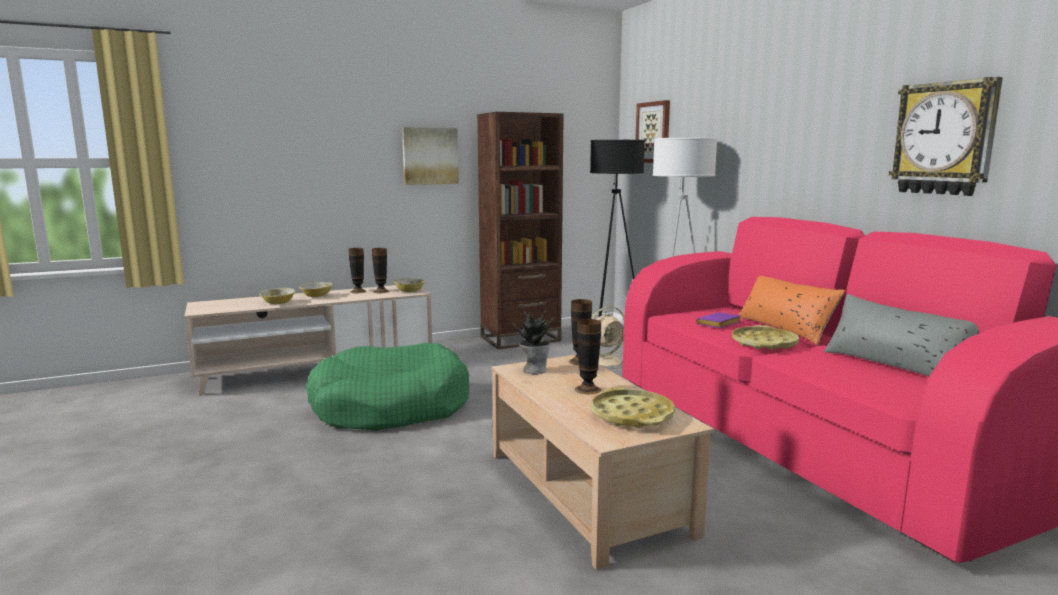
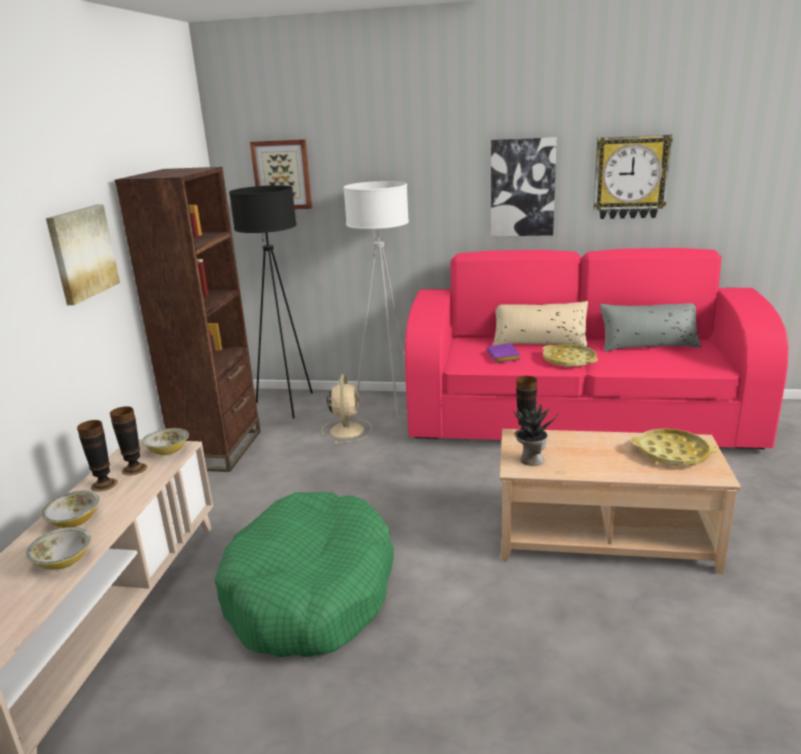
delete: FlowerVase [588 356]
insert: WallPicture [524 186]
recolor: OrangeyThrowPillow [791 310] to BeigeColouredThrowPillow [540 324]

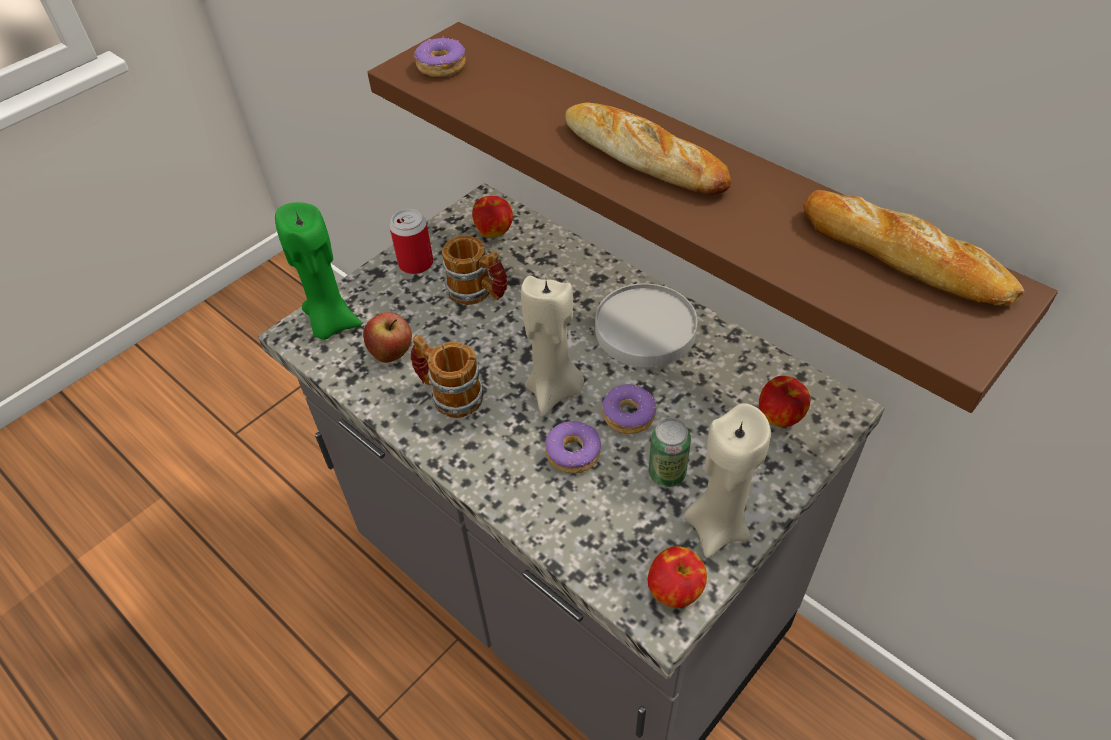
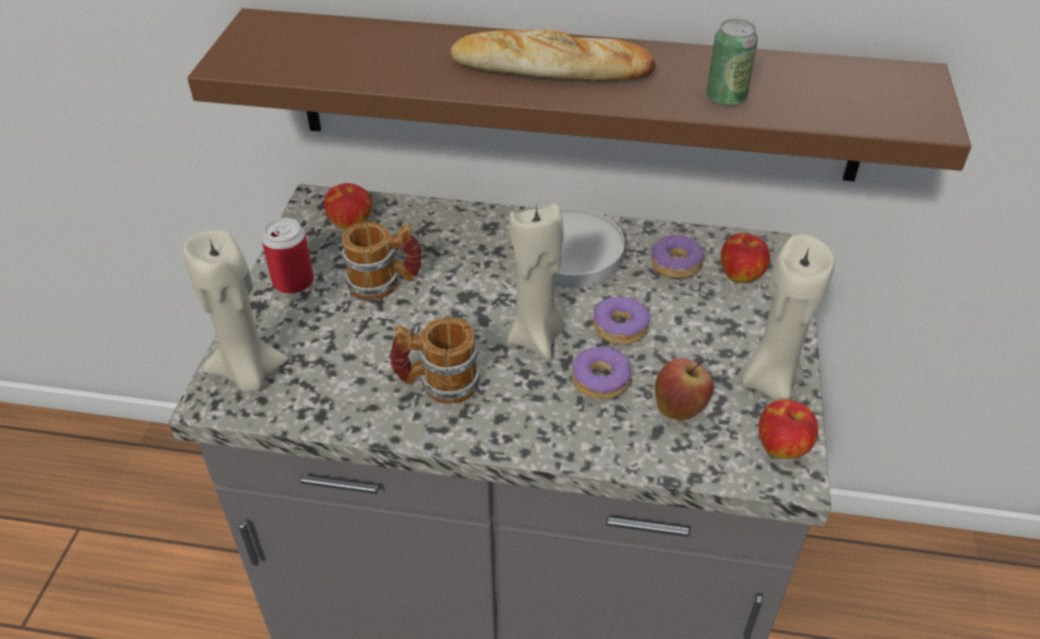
delete: BakedBread [913 248]
move: WholeApple [387 337] to [684 389]; Doughnut [440 56] to [677 256]; SealedCan [669 452] to [732 62]
recolor: GreenColouredWaxCandle [318 271] to BeigeColouredWaxCandle [236 311]

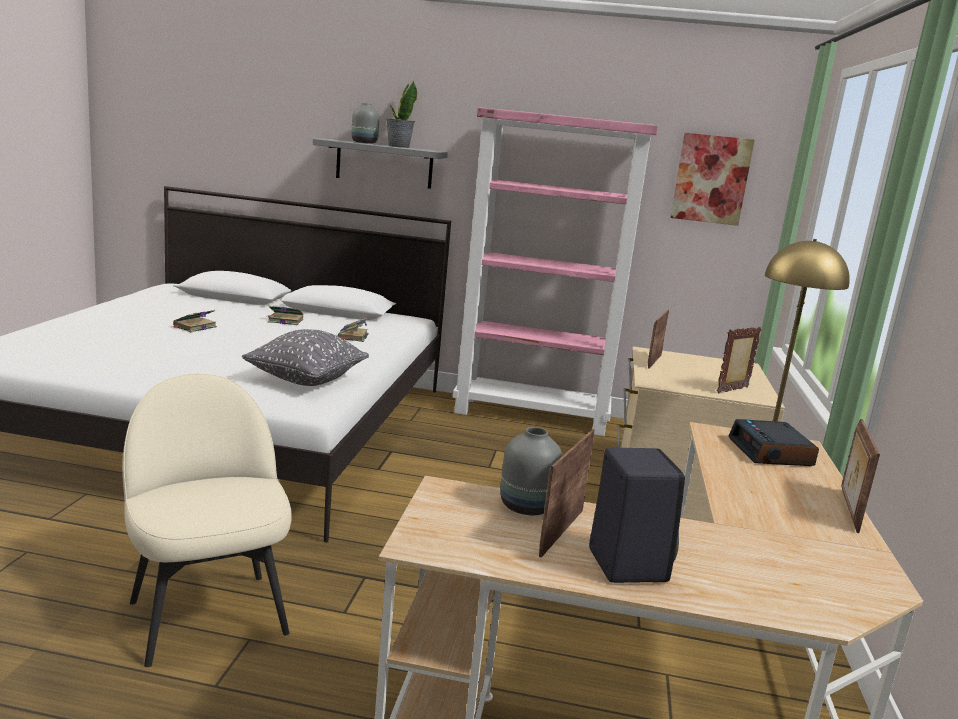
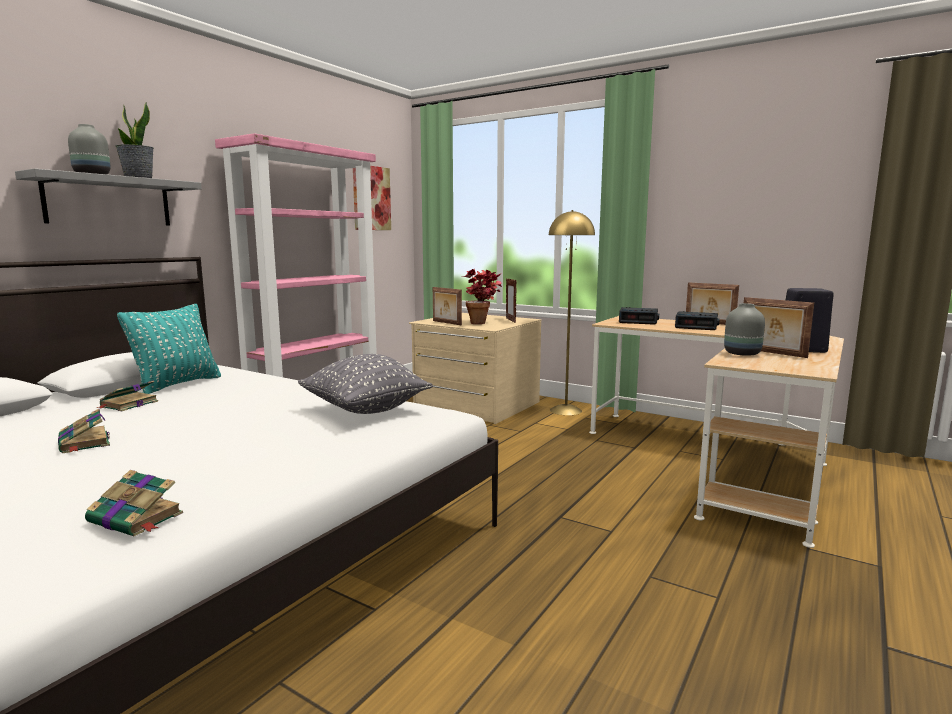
delete: BeigeColouredChair [207 520]
insert: TurquoiseThrowPillow [169 349]; PottedPlant [482 296]; TableClock [697 320]
move: Book [353 330] to [134 503]

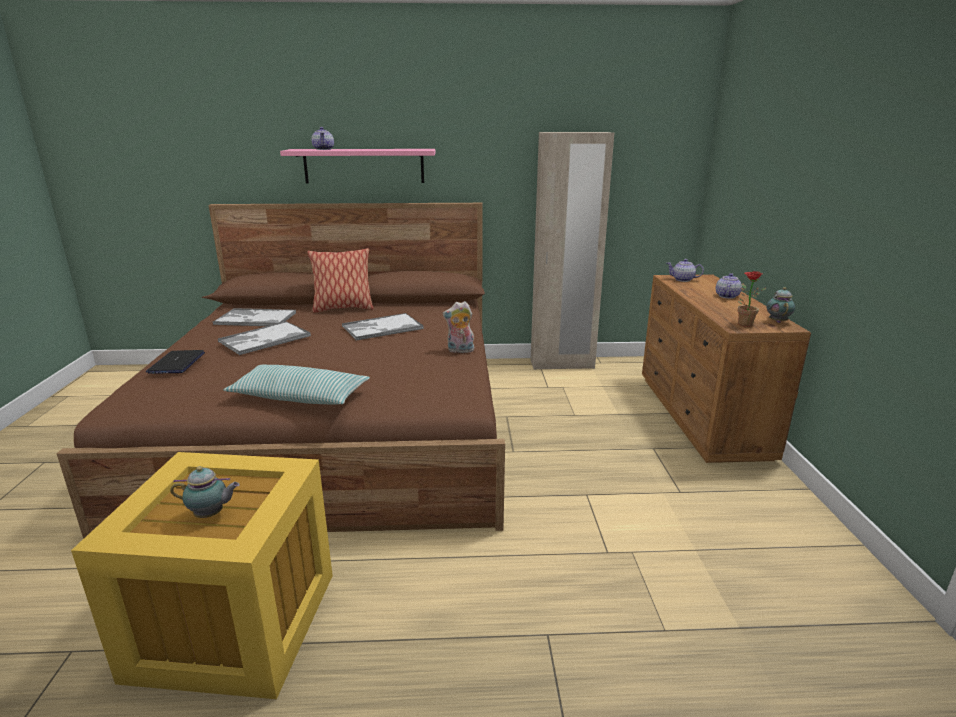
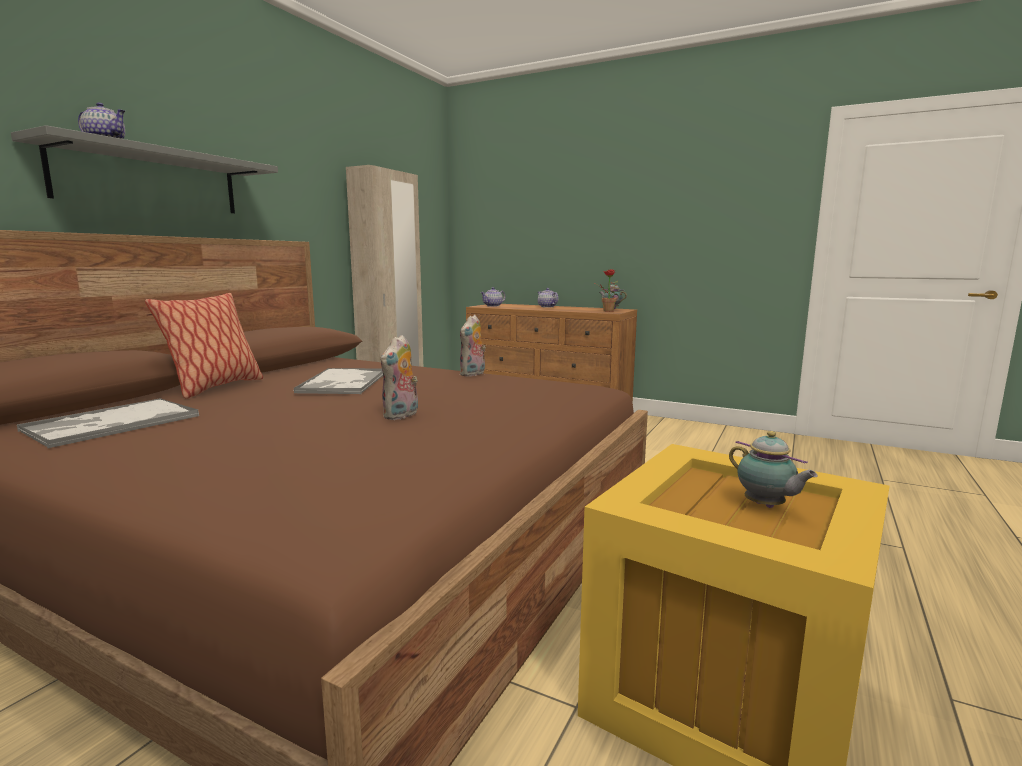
delete: PortableComputer [175 362]; CarryingTray [264 338]; ThrowPillow [296 385]
insert: SoftToy [399 377]
recolor: PinkishWallShelf [357 166] to GrayWallShelf [144 169]
rotate: TeaPot [205 492] = [773 469] 120 degrees clockwise

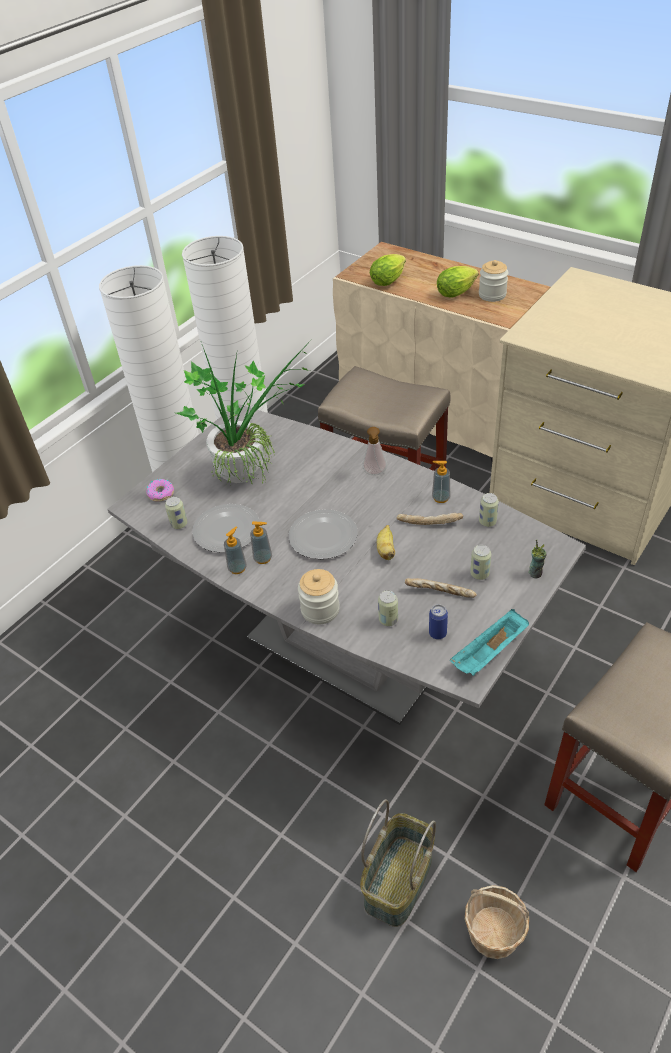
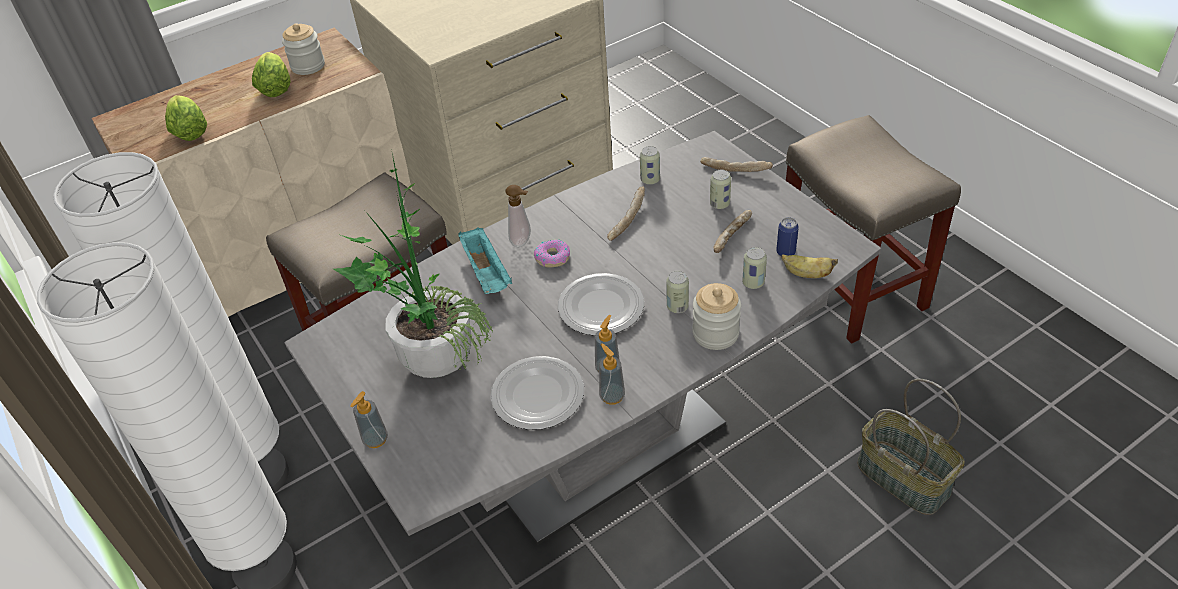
delete: HouseholdBasket [497 922]
move: Doughnut [160 490] to [552 254]; SealedCan [176 512] to [677 292]; Banana [386 542] to [809 266]; SoapDispenser [441 482] to [369 419]; TurquoiseCarryingTray [489 642] to [485 260]
replace: SmallCup [537 558] to BakedBread [736 164]

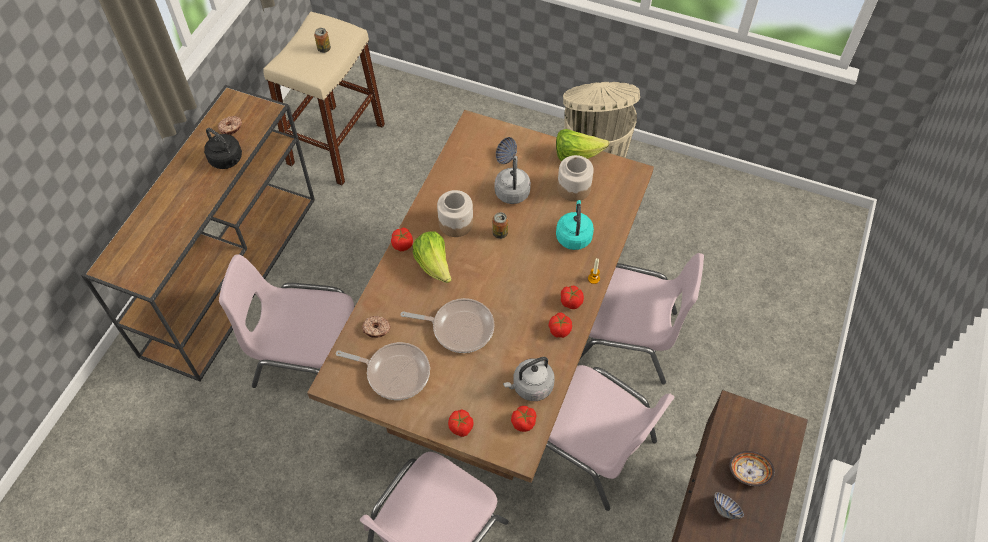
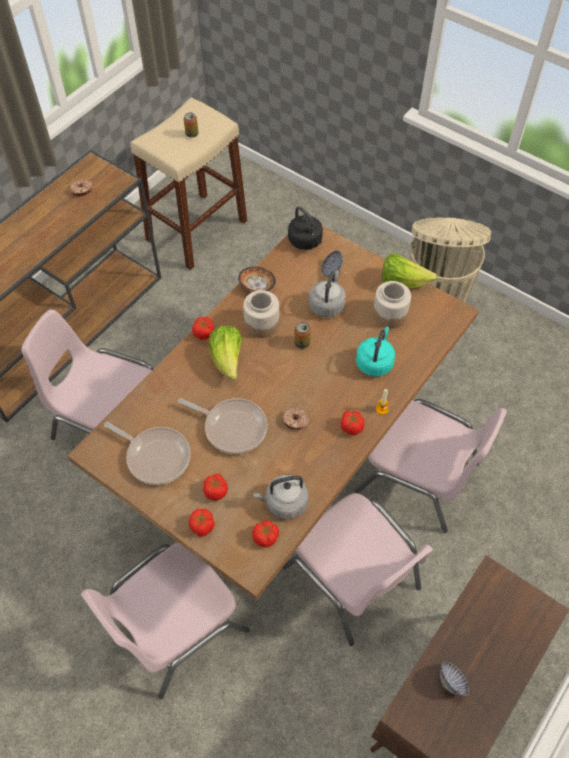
move: BlackColouredWaterKettle [223 148] to [305 228]; Doughnut [376 327] to [296 418]; WholeTomato [560 325] to [215 487]; Bowl [752 468] to [257 279]

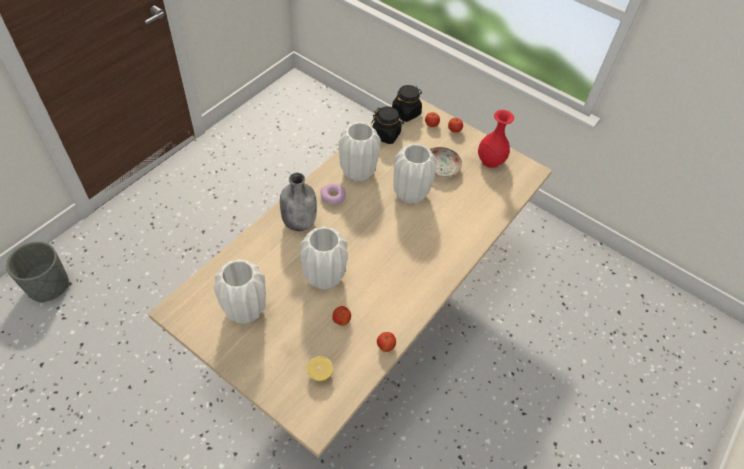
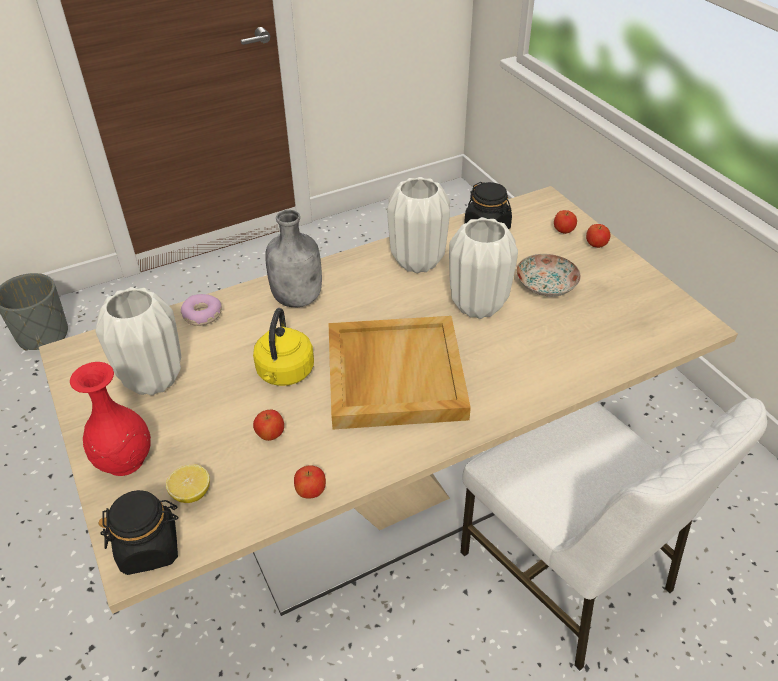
insert: BeigeColouredCarryingTray [399 372]; WhiteChair [613 534]
move: Doughnut [333 194] to [201 310]; BlackColouredJar [407 103] to [138 532]; RedColouredFlowerVase [496 139] to [110 419]
replace: WhiteFlowerVase [324 258] to YellowWaterKettle [283 347]

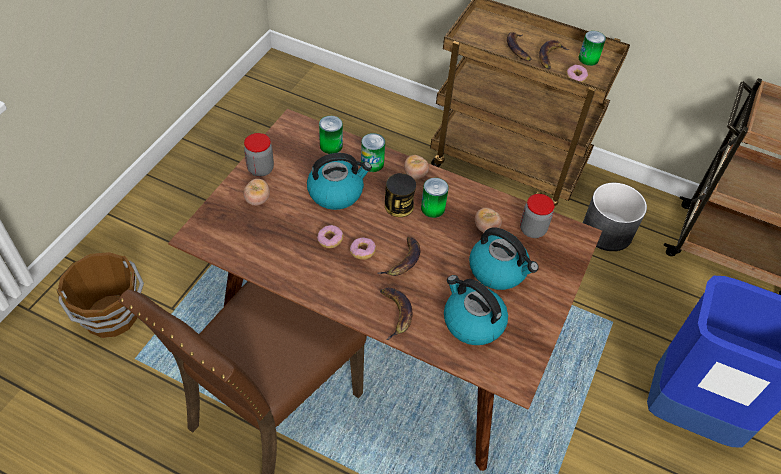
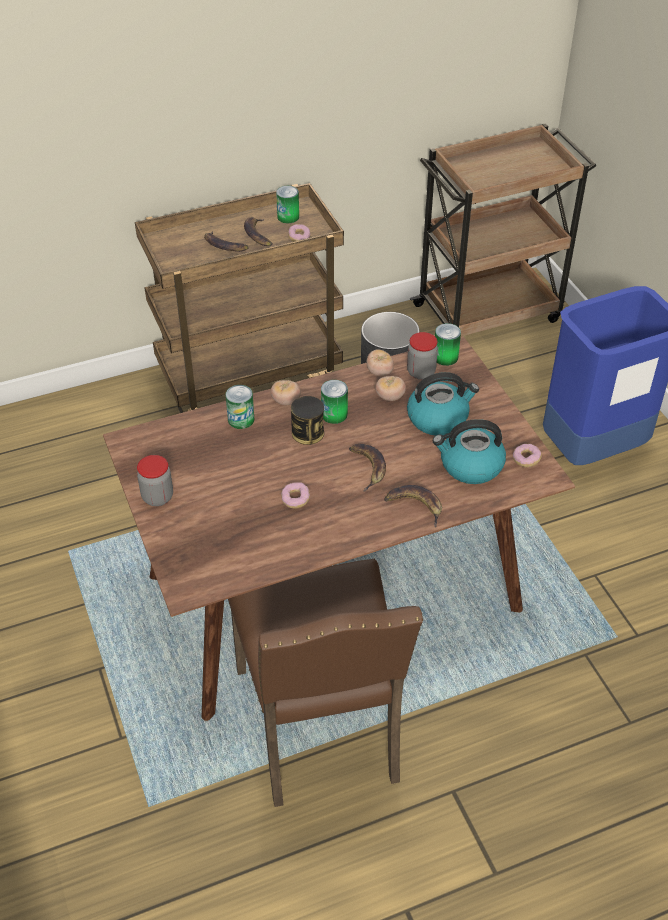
delete: BrownishPail [100 295]; WaterKettle [339 181]
move: WholeTomato [257 192] to [380 363]; SealedCan [331 135] to [448 344]; Doughnut [363 248] to [527 455]

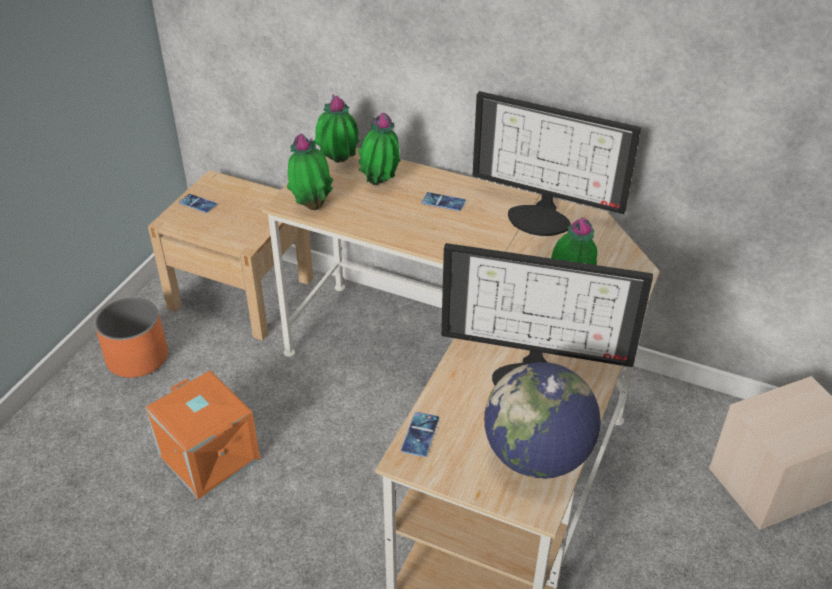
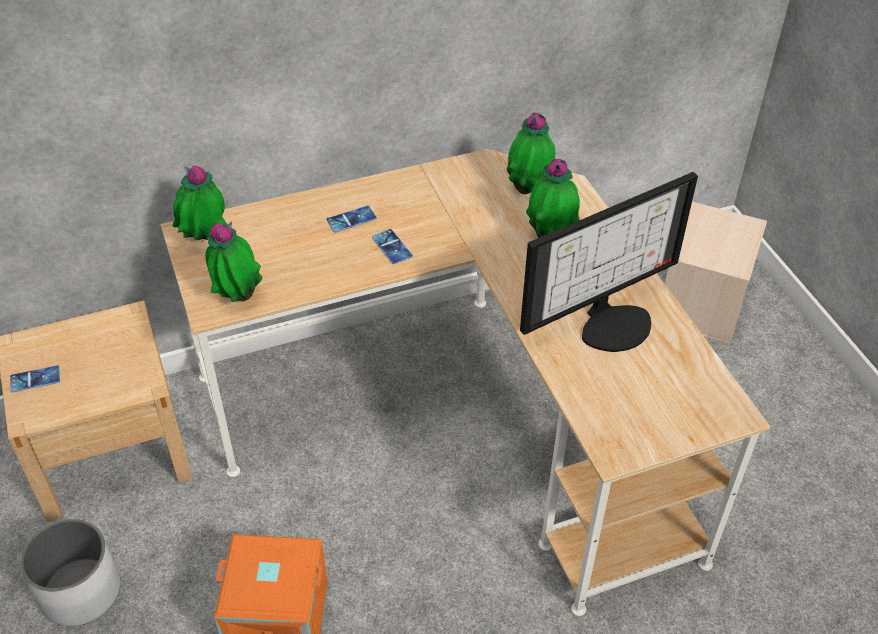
delete: ComputerScreen [557 163]; WorldGlobe [542 420]
move: PottedPlant [379 149] to [531 153]; Telephone [420 434] to [392 246]
recolor: OrangeyPlantPot [131 337] to WhitePlantPot [70 572]

